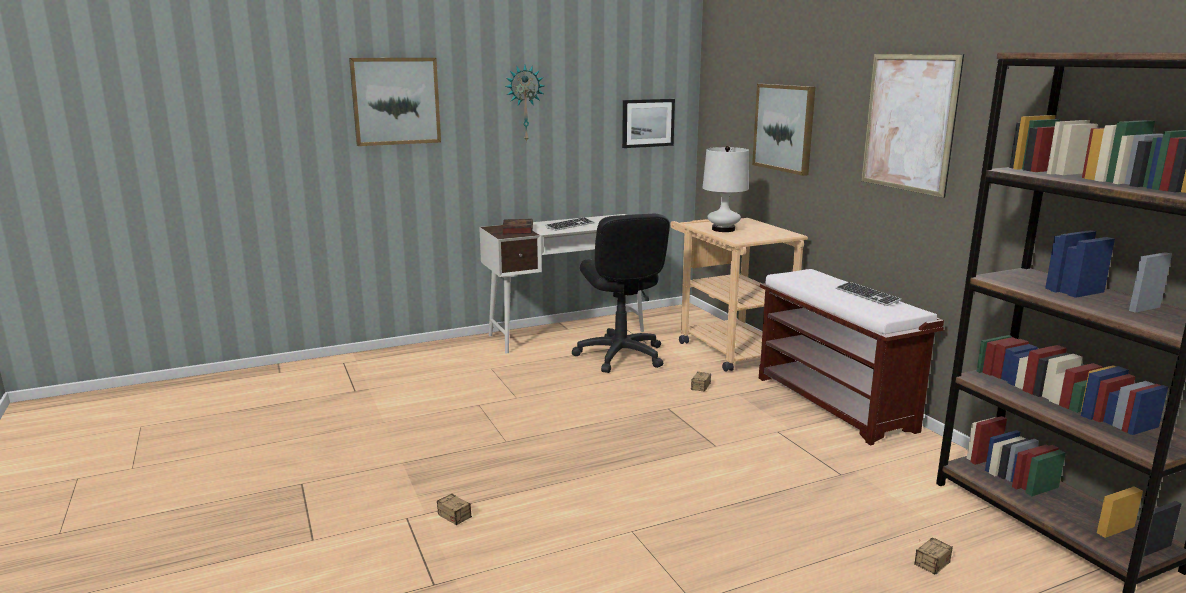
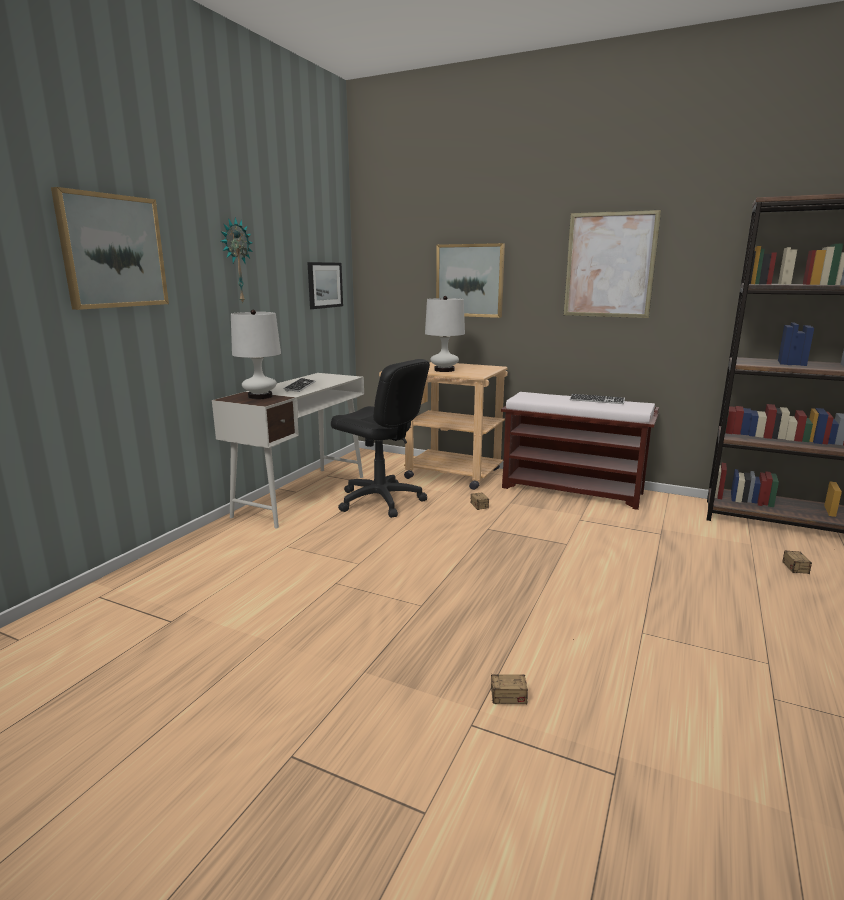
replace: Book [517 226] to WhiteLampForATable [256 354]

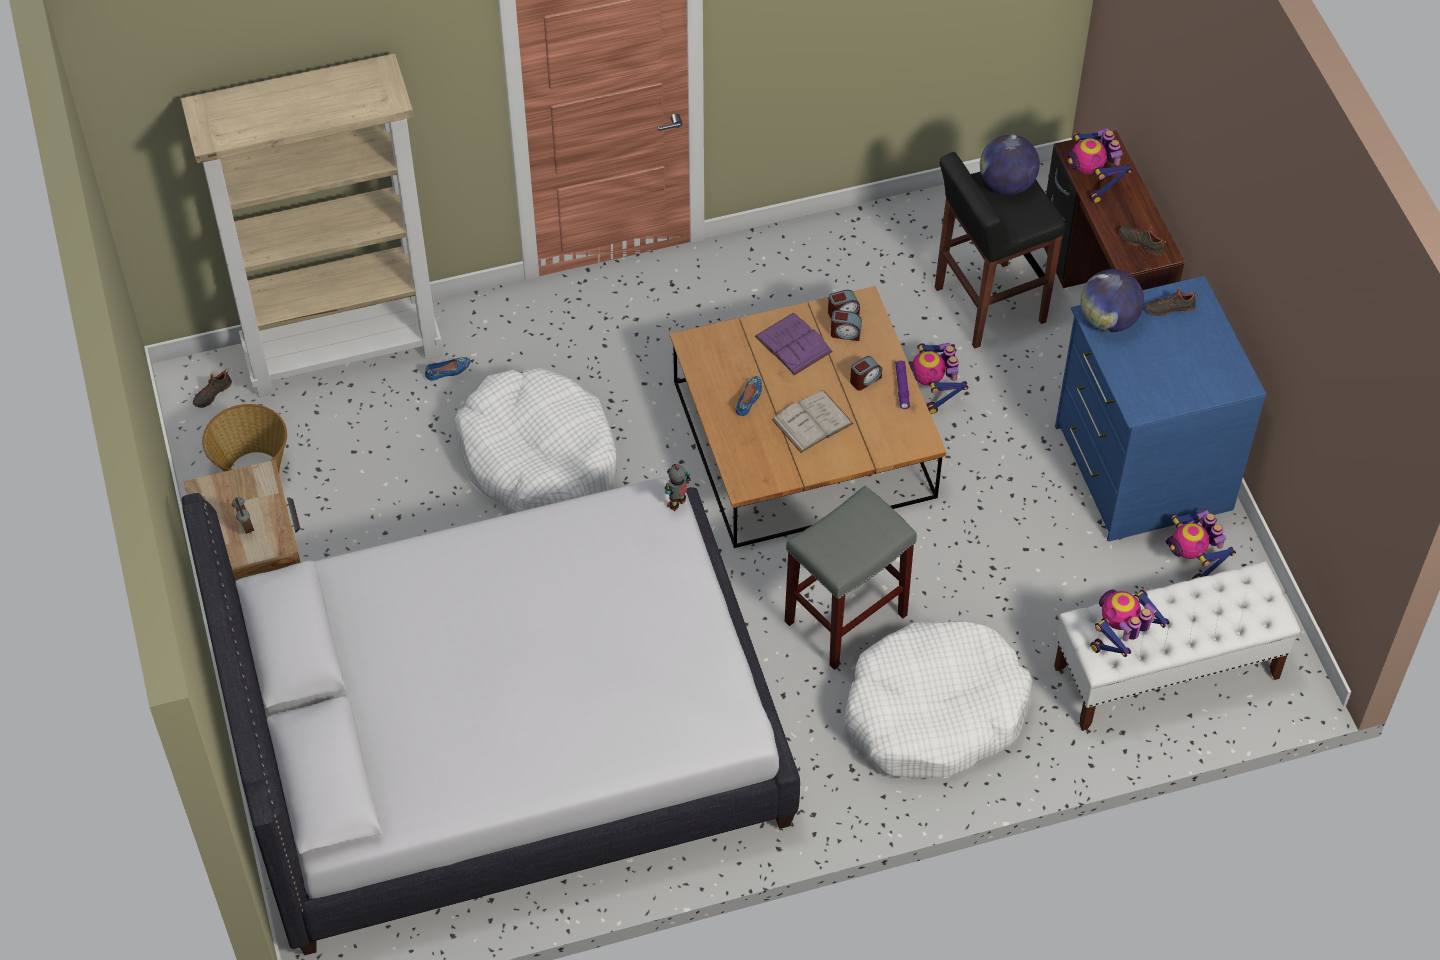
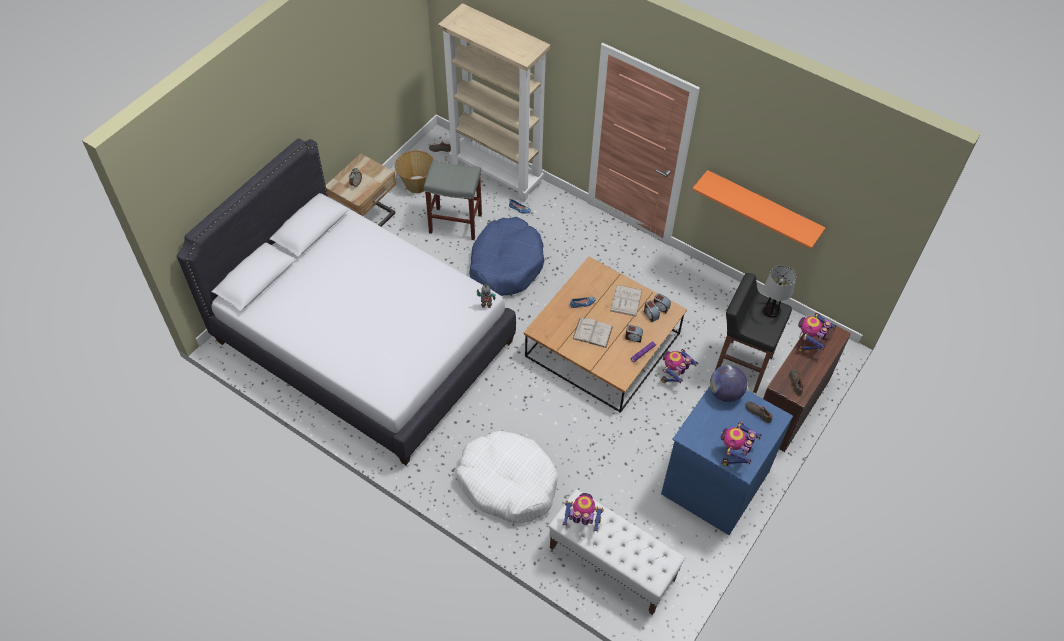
insert: OrangeyWallShelf [758 209]
move: GrayStool [851 577] to [453 200]; RobotFigure [1201 544] to [741 444]
replace: WorldGlobe [1010 164] to LampForATable [779 292]
recolor: WhiteDogBed [536 440] to BluishDogBed [506 256]; PurplishBook [794 344] to WhiteBook [626 300]

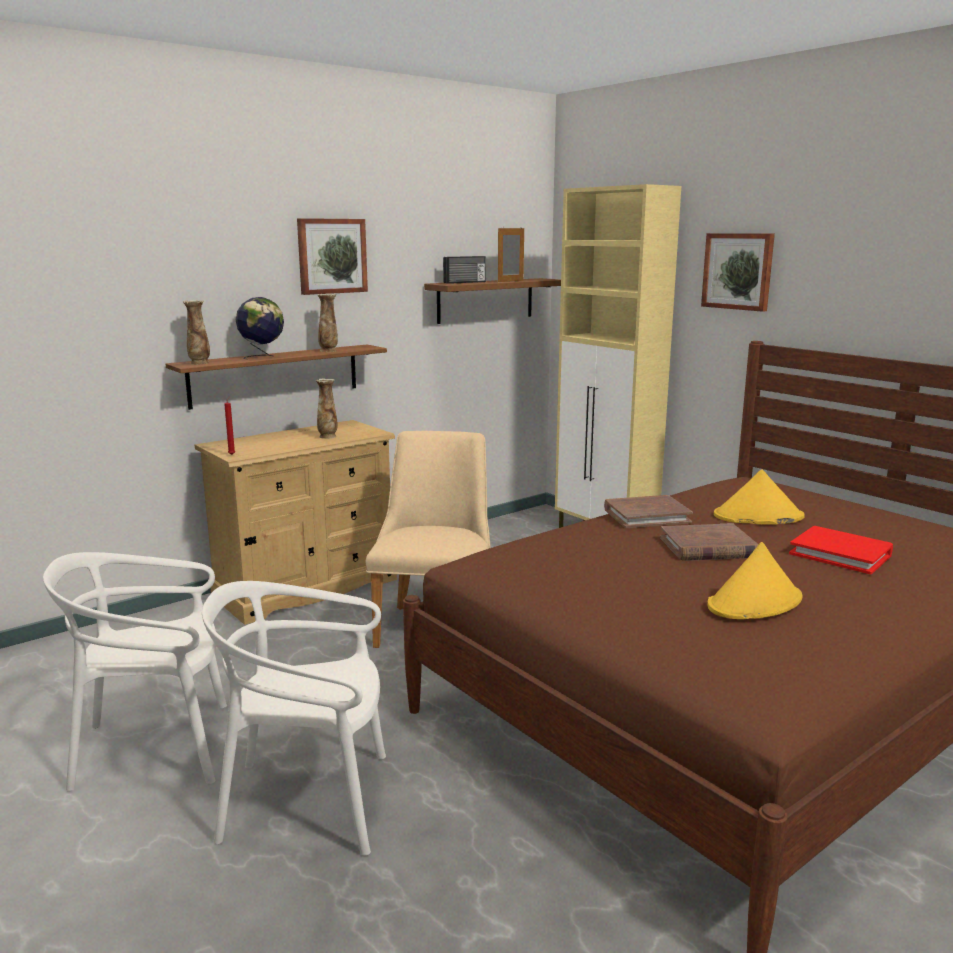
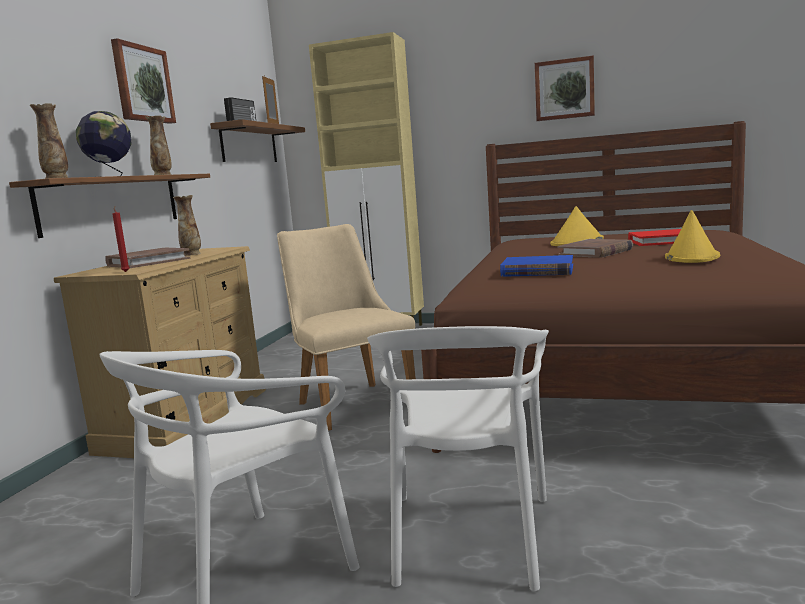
insert: BluishBook [536 266]
move: BrownishBook [648 511] to [148 258]; WallPicture [738 272] to [565 88]
rotate: WhiteChair [294 718] = [458 458] 45 degrees counterclockwise

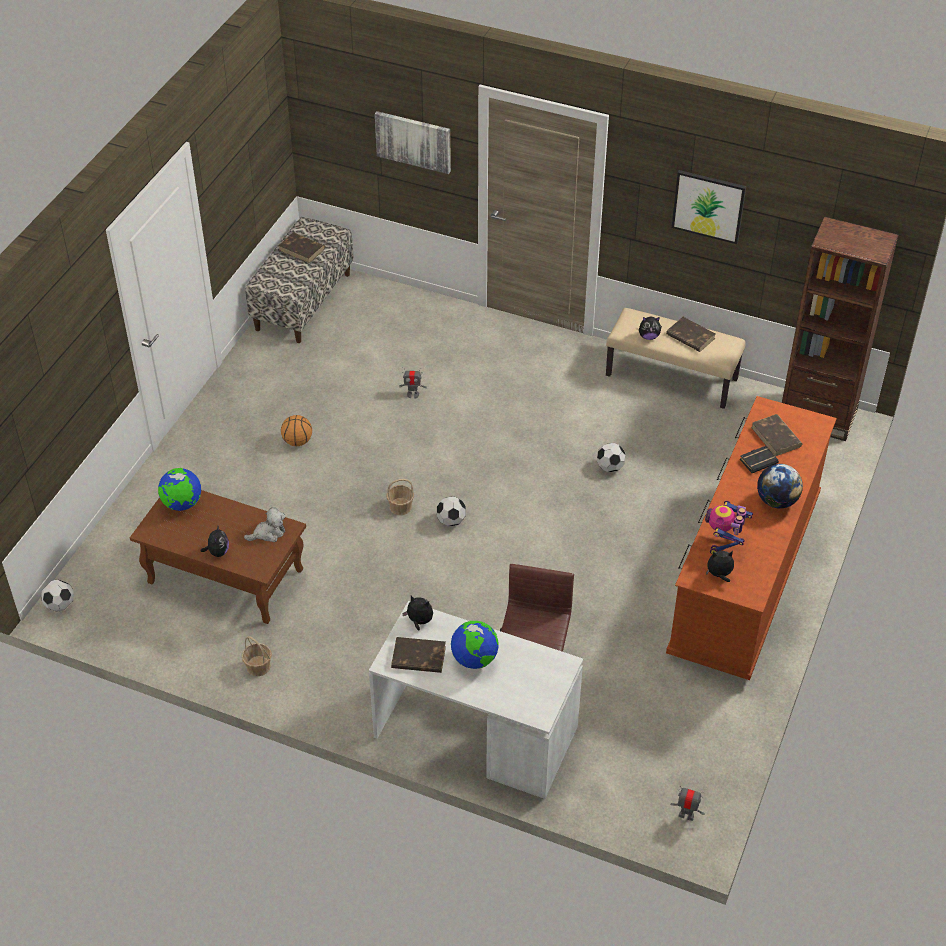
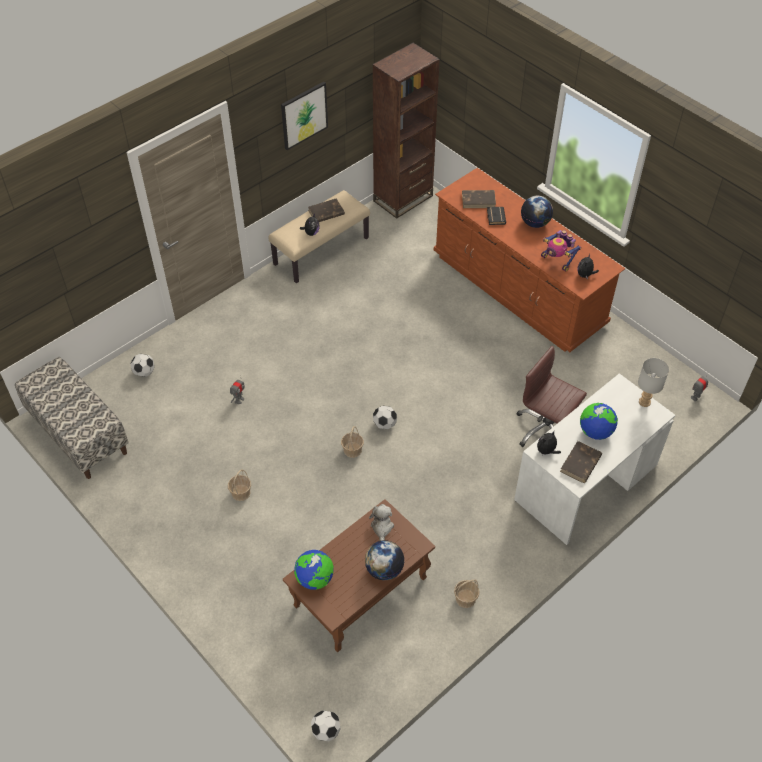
delete: BrownishBook [301 247]; WallPicture [413 142]
insert: GrayLampForATable [653 382]
move: Football [611 457] to [142 365]
replace: SoftToy [215 540] to WorldGlobe [384 560]; BallForBasketball [296 430] to HouseholdBasket [239 485]

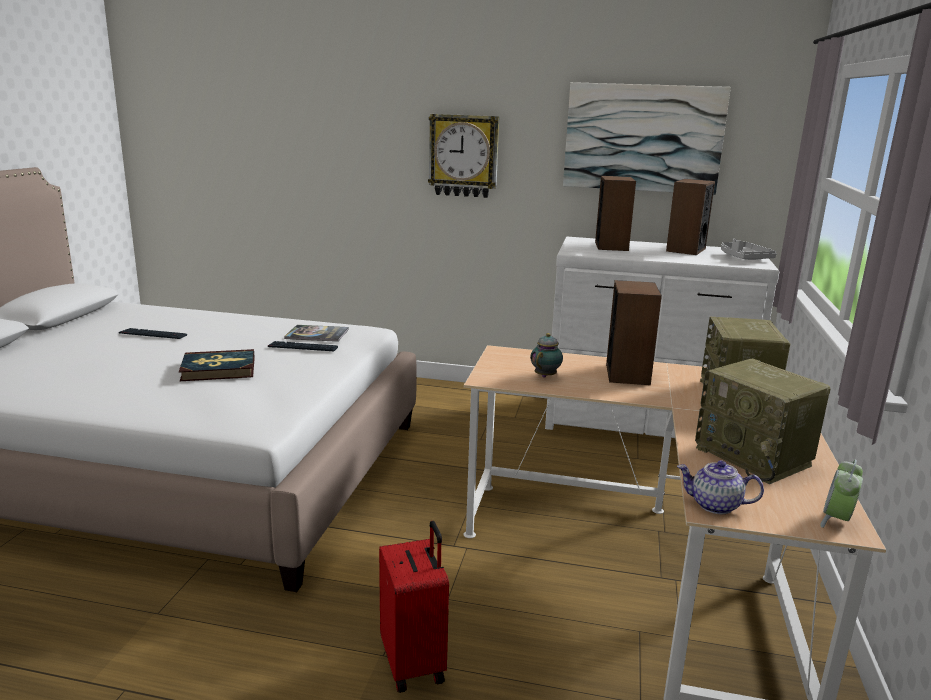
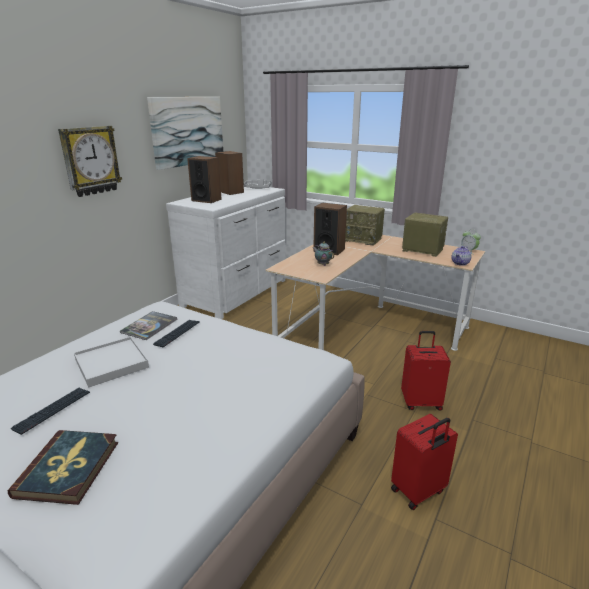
insert: WhiteCarryingTray [111 362]; RedColouredPieceOfLuggage [424 462]
move: Book [217 365] to [63 467]
rotate: RadioSet [762 421] = [425 235] 135 degrees counterclockwise

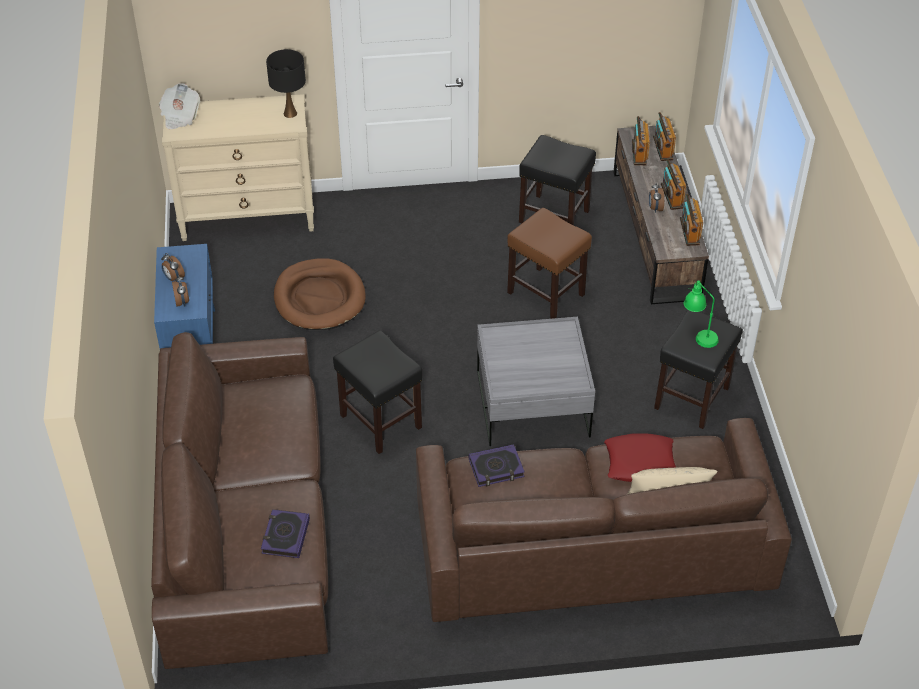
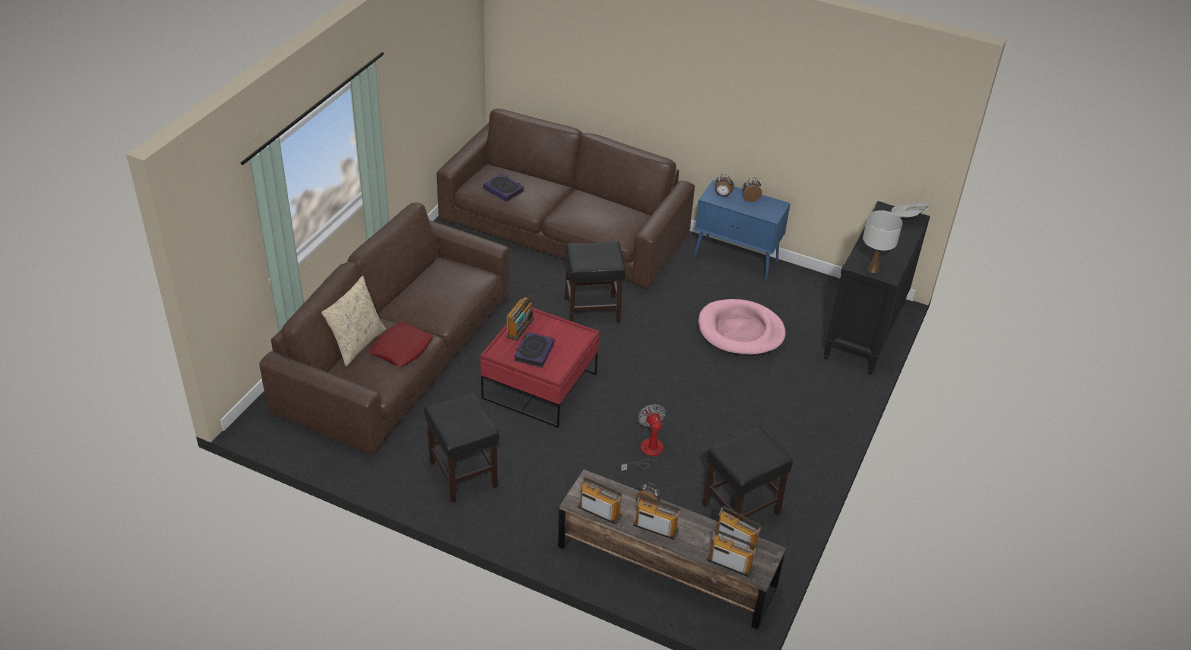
delete: GreenColouredLampForATable [701 314]
insert: RadioSet [520 318]
move: Book [497 465] to [534 350]
replace: BrownishStool [549 263] to CoolingFan [643 439]
recolor: BeigeColouredDresser [238 167] to BlackColouredDresser [877 288]; BlackColouredLampForATable [286 83] to WhiteLampForATable [882 241]; BrownishDogBed [320 294] to PinkishDogBed [742 327]; GrayLowTable [536 381] to RedColouredLowTable [539 368]

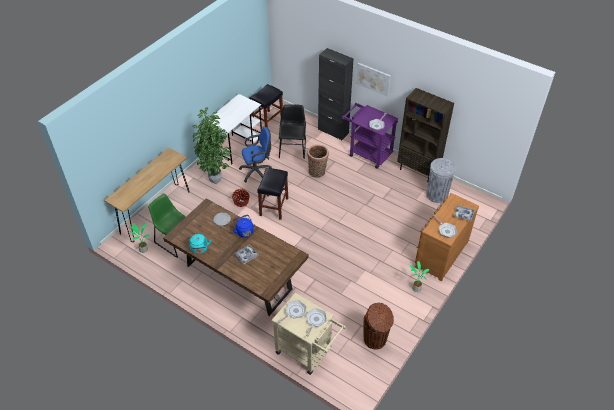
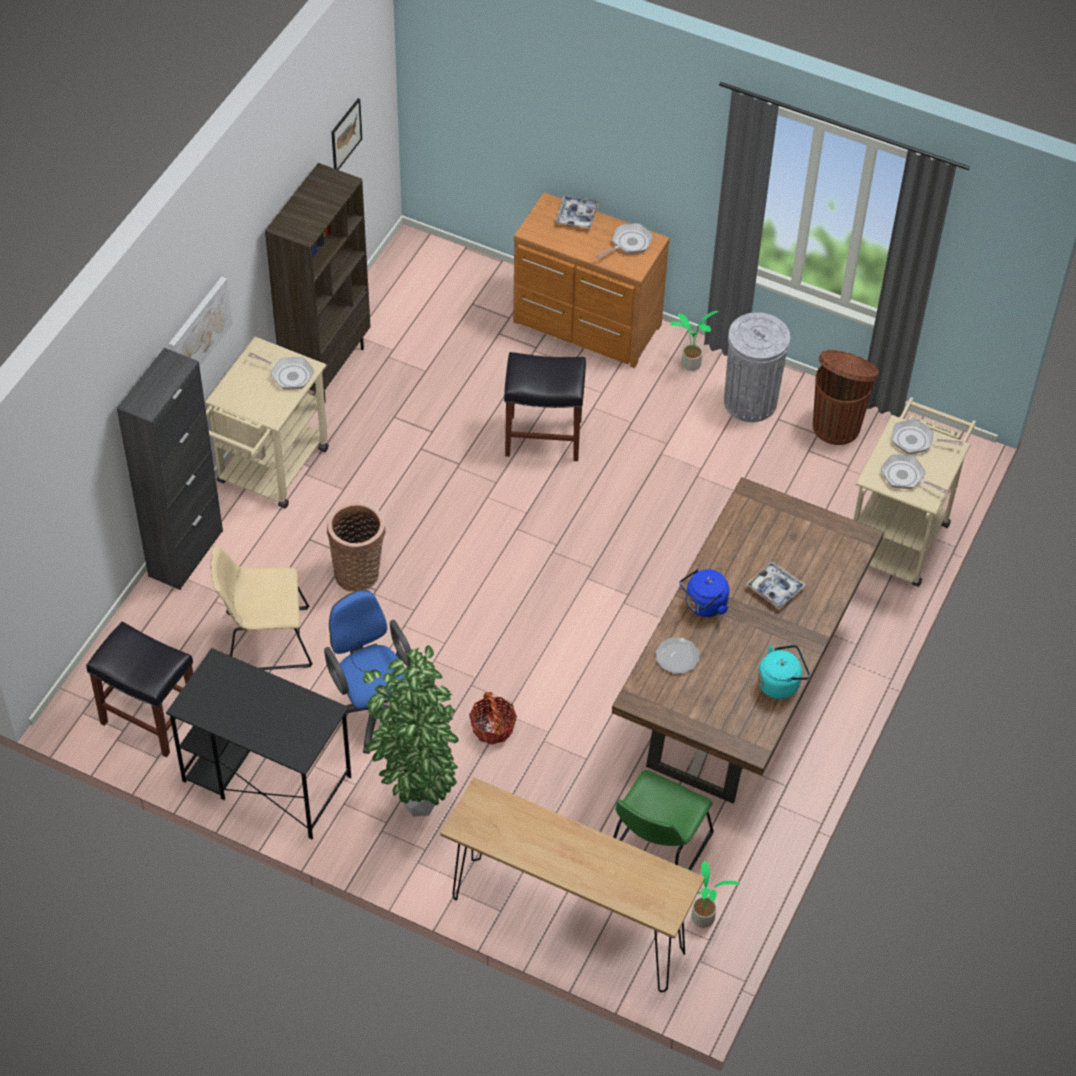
insert: WallPicture [346 134]
move: BlackColouredStool [272 194] to [545 406]; GrayTrashCan [441 180] to [757 367]
recolor: WhiteDeskTable [235 129] to BlackColouredDeskTable [258 743]; BlackColouredChair [292 131] to BeigeColouredChair [261 607]; PurplishWheeledCart [370 136] to BeigeColouredWheeledCart [266 423]

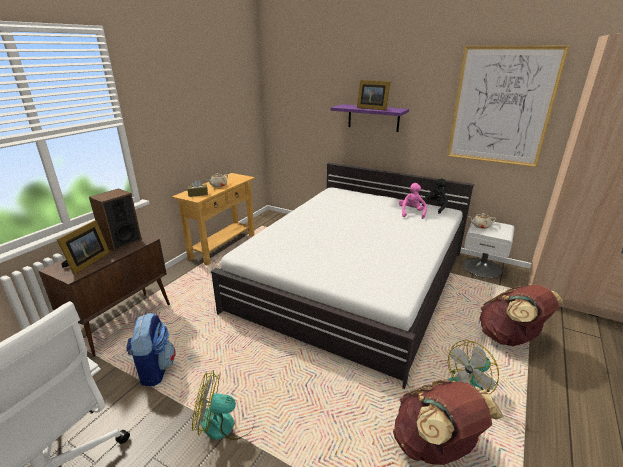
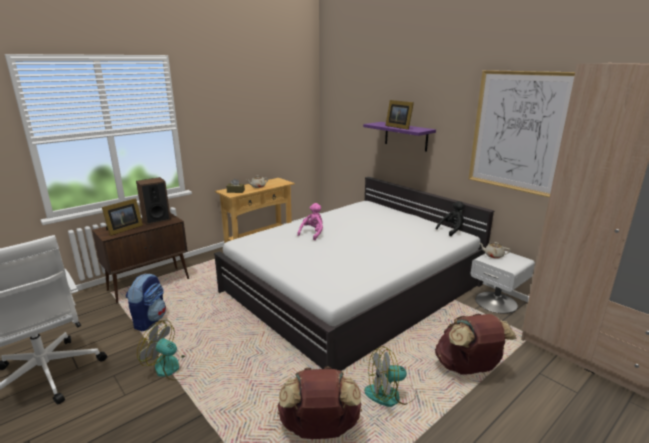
move: PinkishSoftToy [413 201] to [310 221]

